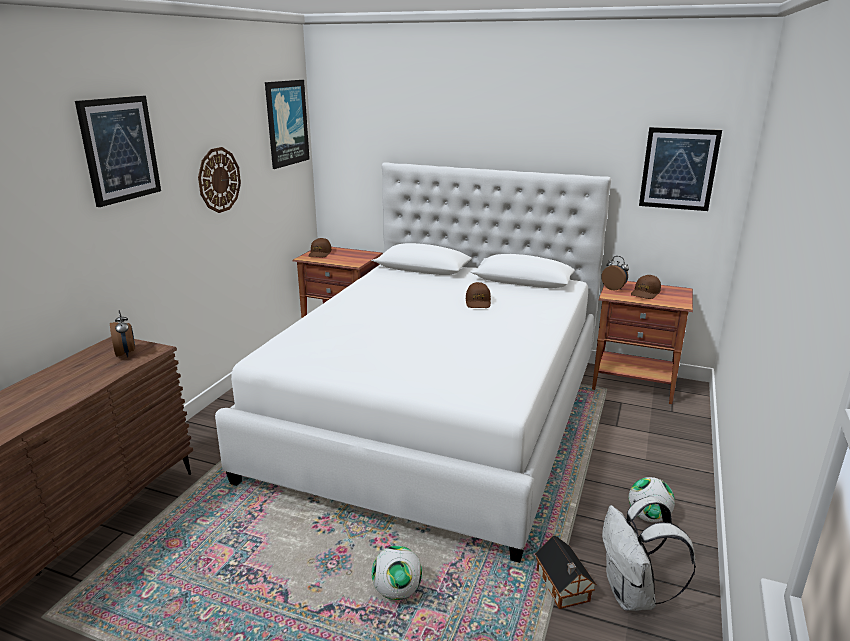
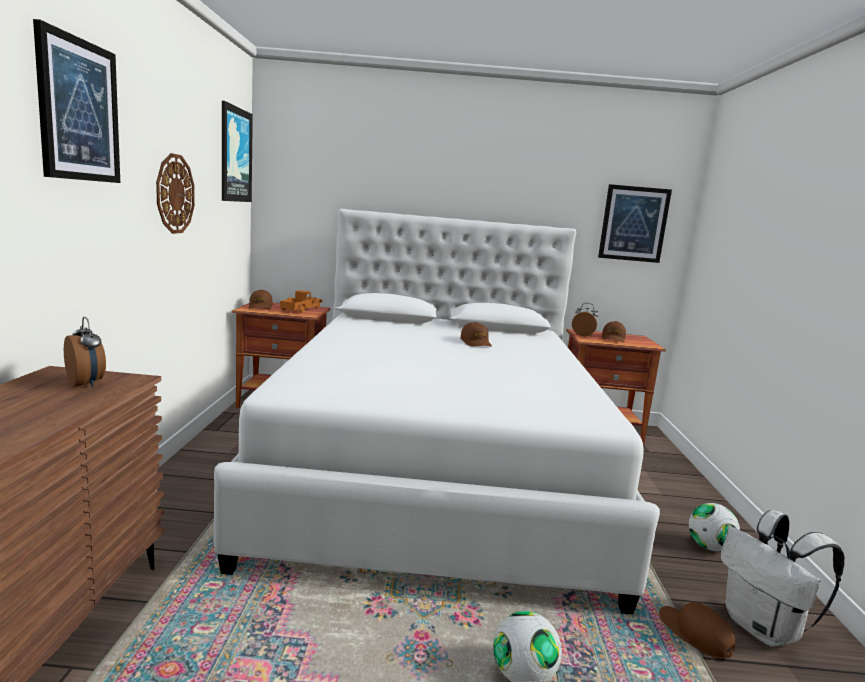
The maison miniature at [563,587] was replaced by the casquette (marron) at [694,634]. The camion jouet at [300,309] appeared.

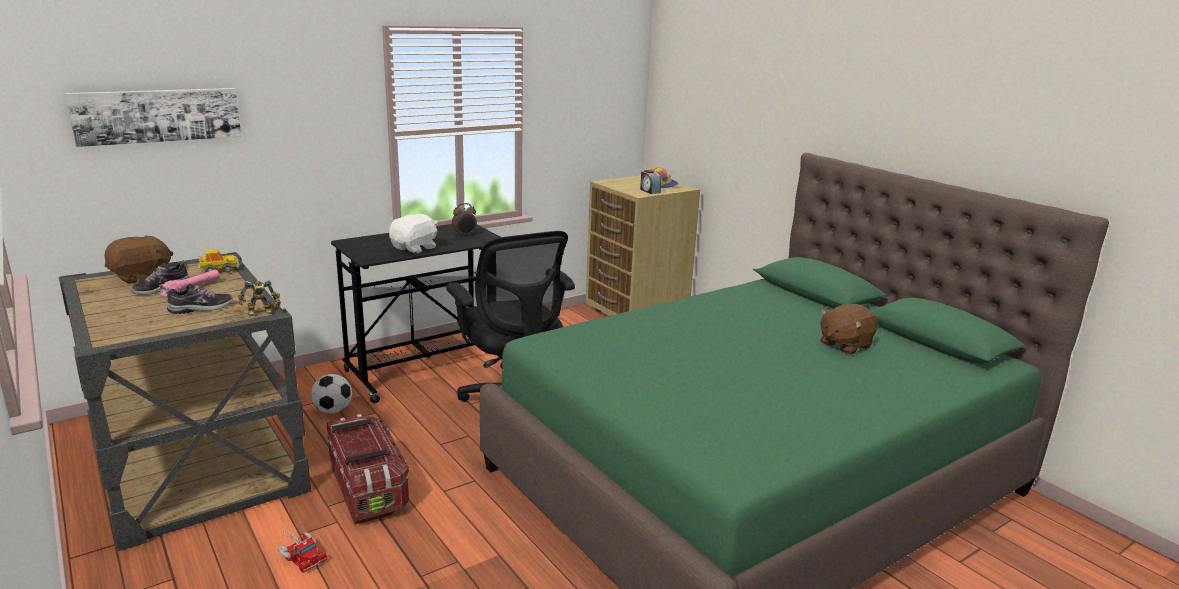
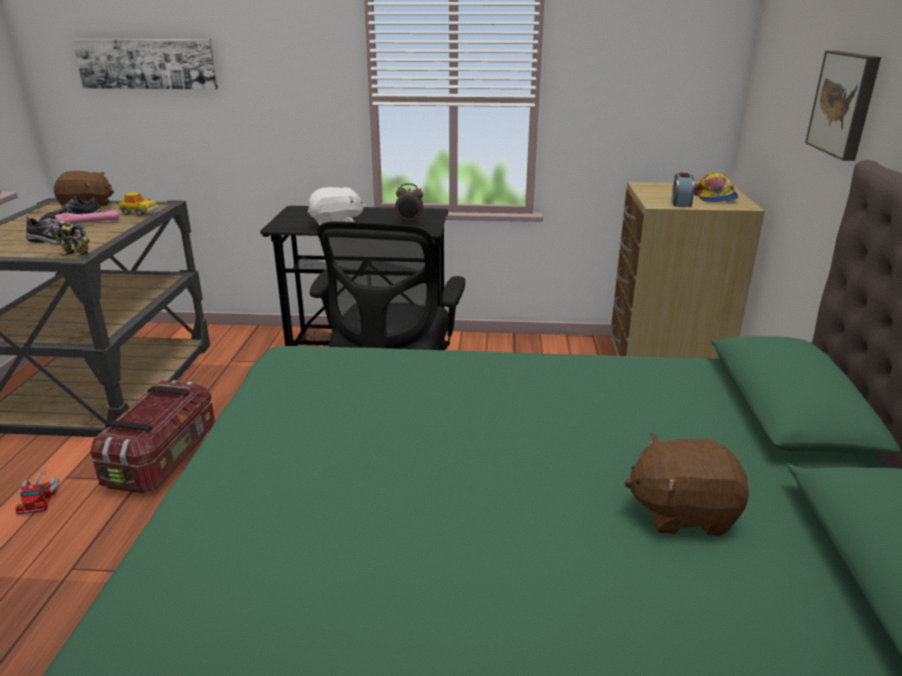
The ballon de foot at [333,411] disappeared. The tableau at [845,104] appeared.

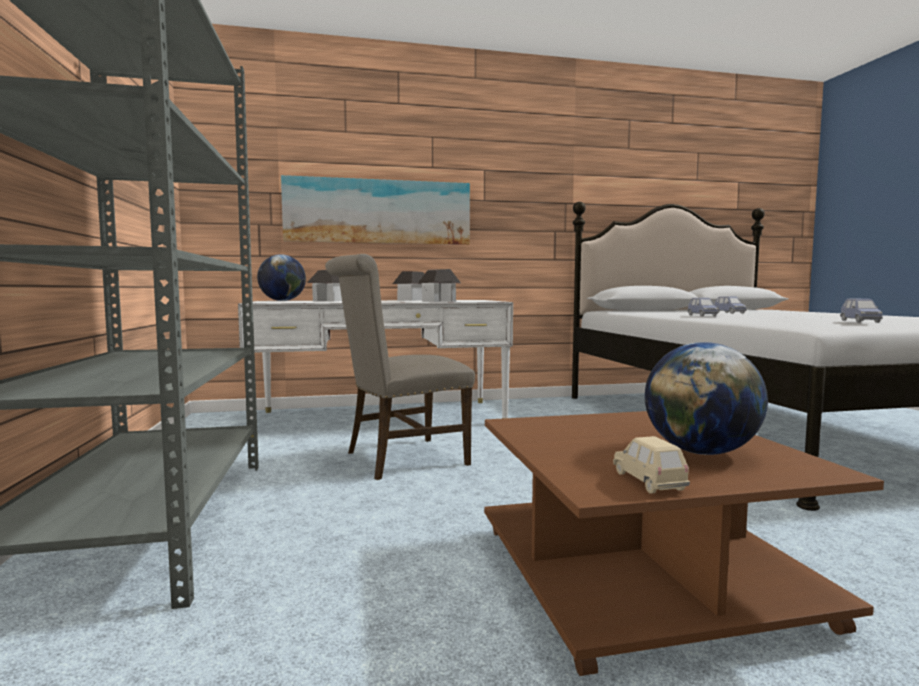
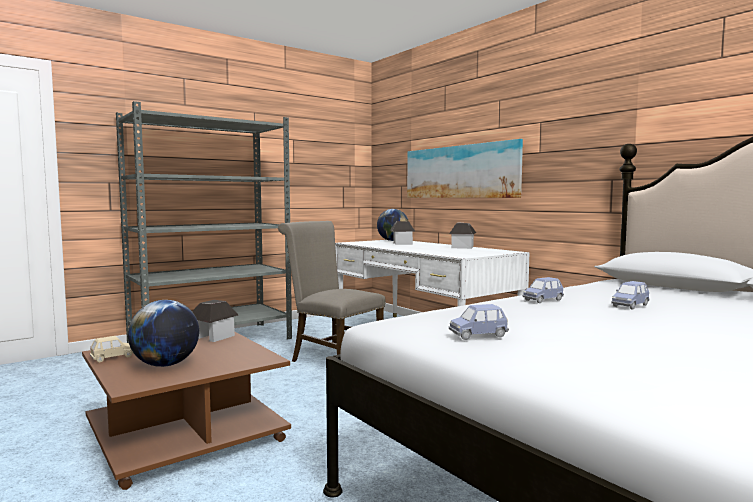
The maison miniature moved from [439,301] to [213,337].

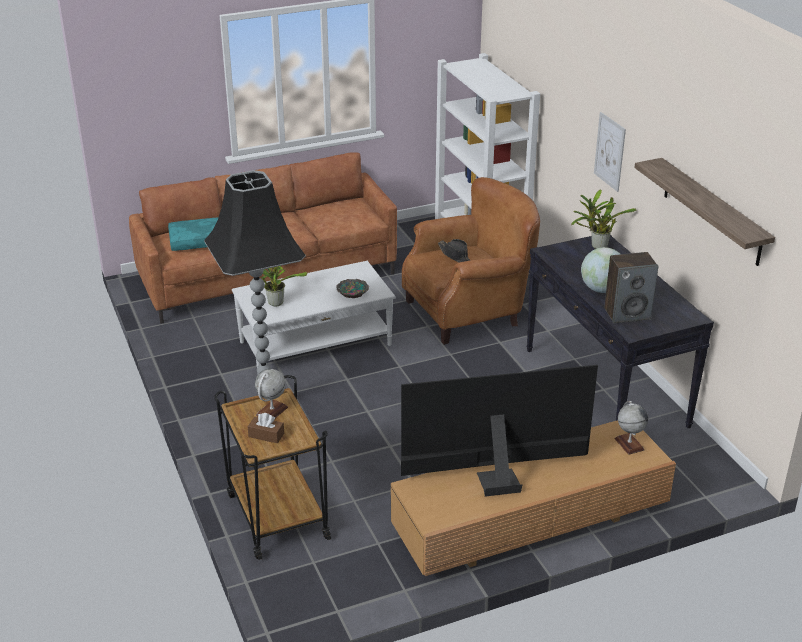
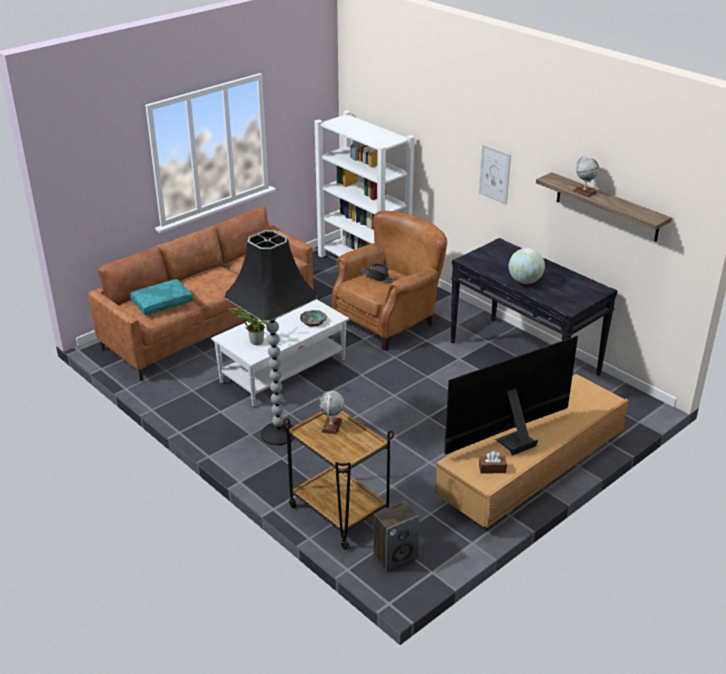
The boîte à mouchoirs (marron) moved from [266,435] to [492,469]. The plante en pot at [596,247] disappeared. The enceinte moved from [627,313] to [395,557]. The globe moved from [629,444] to [584,192].

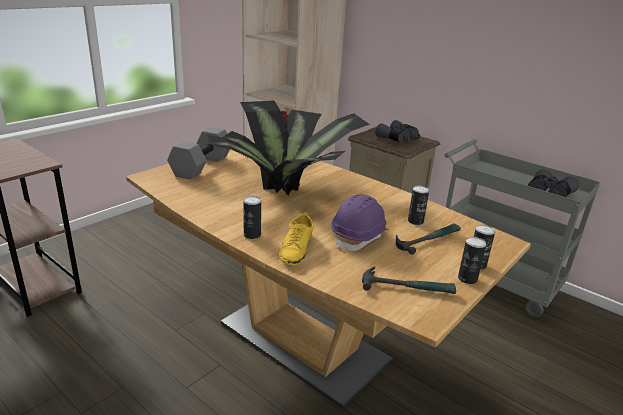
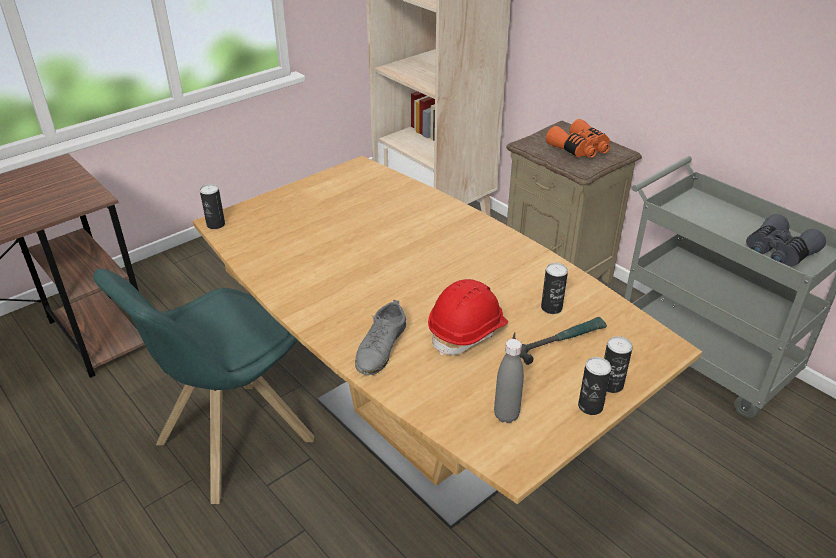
The haltère (gris) at [201,166] disappeared. The plante en pot at [286,183] disappeared. The boîte métallique moved from [252,235] to [216,224]. The chaussure (jaune) at [296,248] became the chaussure (gris) at [381,347]. The casque de chantier (violet) at [360,237] became the casque de chantier (rouge) at [468,332]. The marteau at [407,287] was replaced by the bouteille (gris) at [506,415]. The jumelles (gris) at [398,139] became the jumelles (orange) at [580,149]. The chaise (turquoise) at [233,441] appeared.

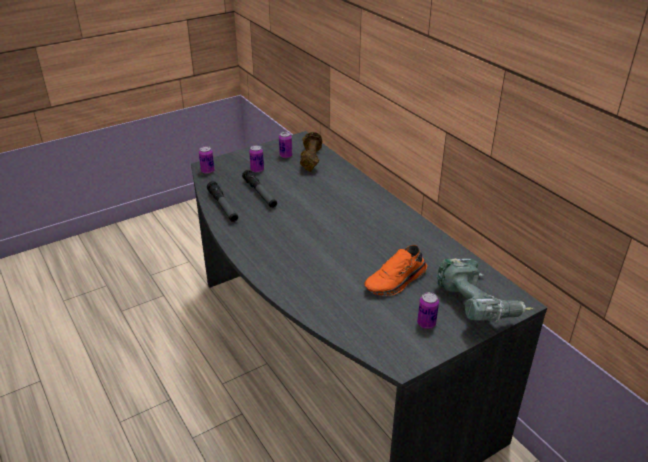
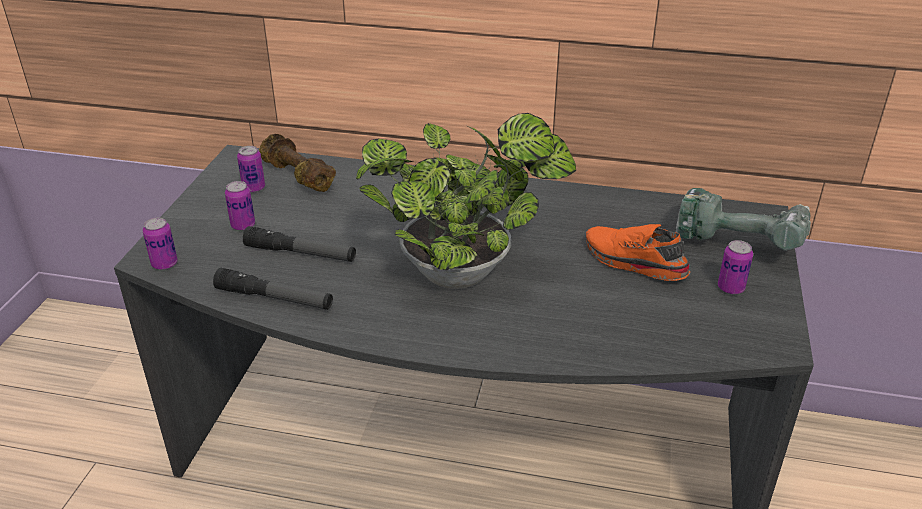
The chaussure (orange) at [396,281] turned 120 degrees clockwise. The plante en pot at [464,272] appeared.

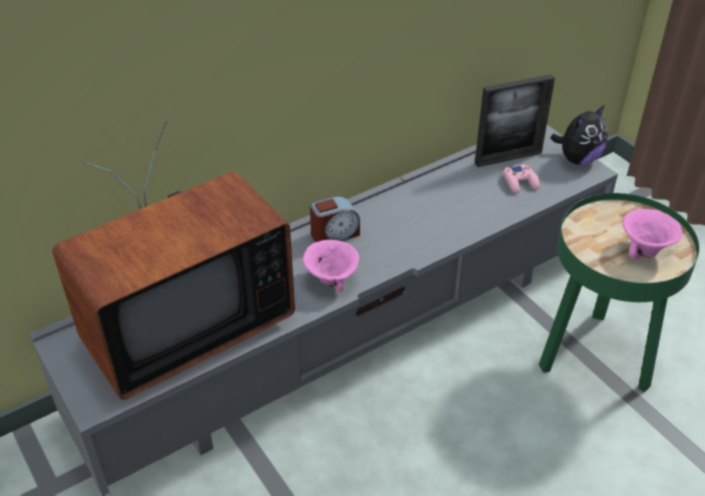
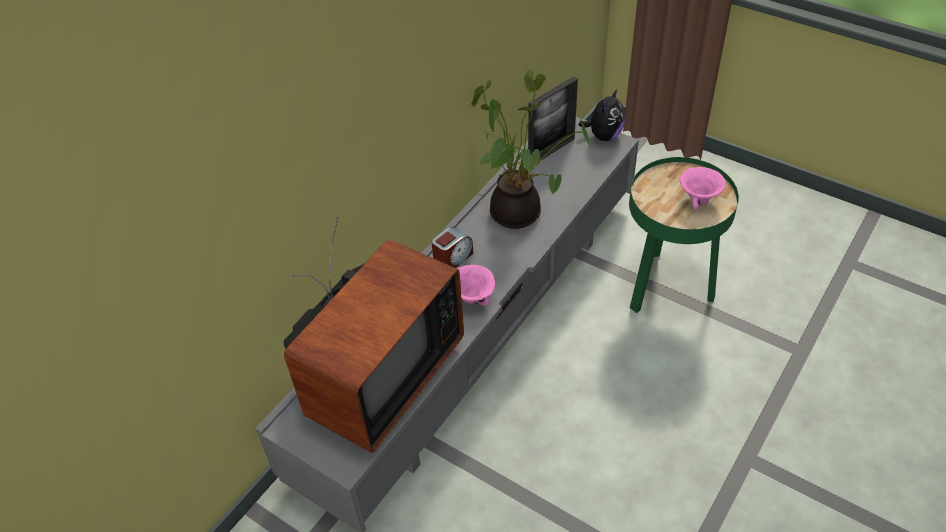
The manette (rose) at [520,182] disappeared. The plante en pot at [520,212] appeared.

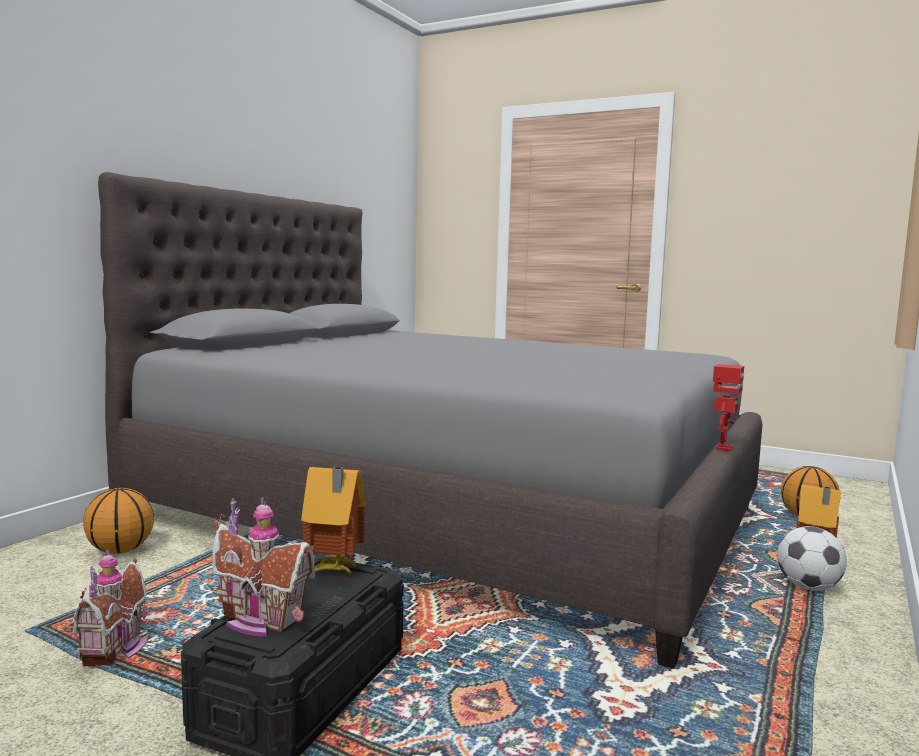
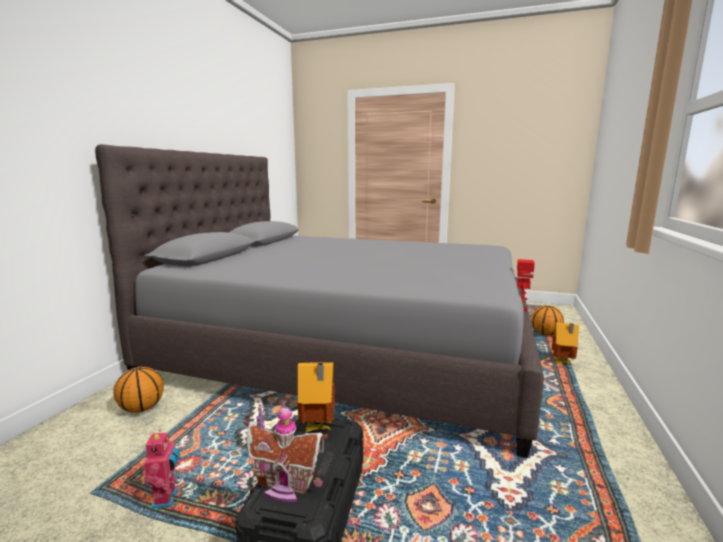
The maison miniature at [119,650] was replaced by the robot jouet at [167,500]. The ballon de foot at [808,587] disappeared.

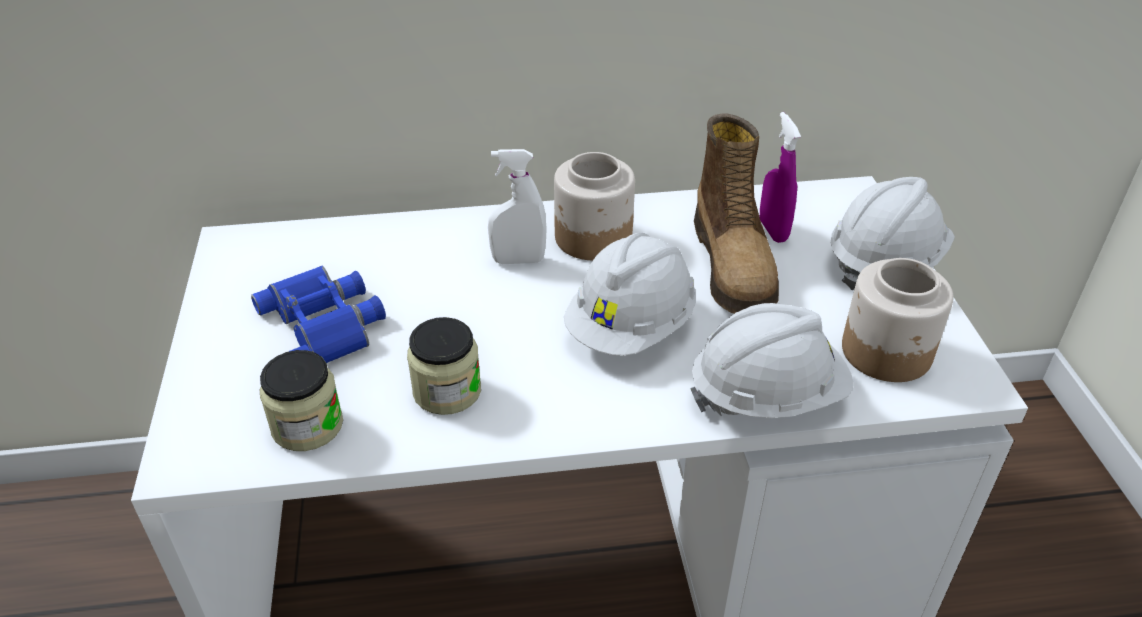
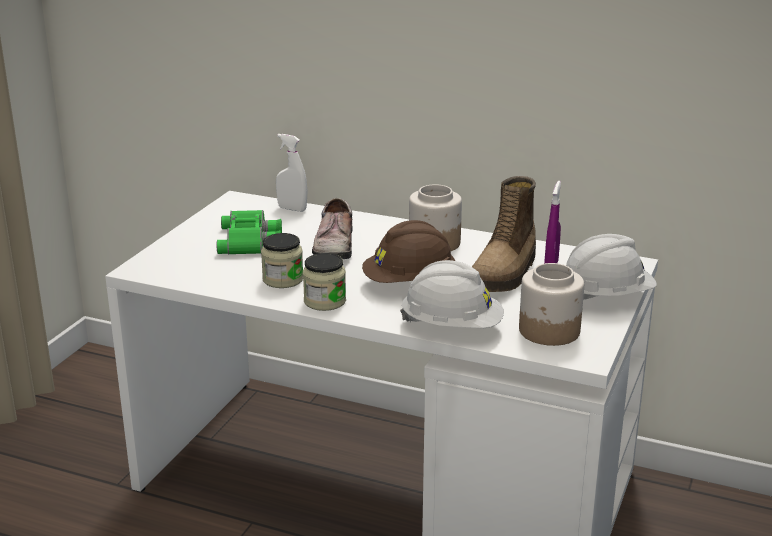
The jumelles (bleu) at [326,323] became the jumelles (vert) at [251,240]. The bocal moved from [307,426] to [325,301]. The vaporisateur (blanc) moved from [518,260] to [292,209]. The casque de chantier (blanc) at [631,328] became the casque de chantier (marron) at [409,283]. The chaussure at [332,244] appeared.

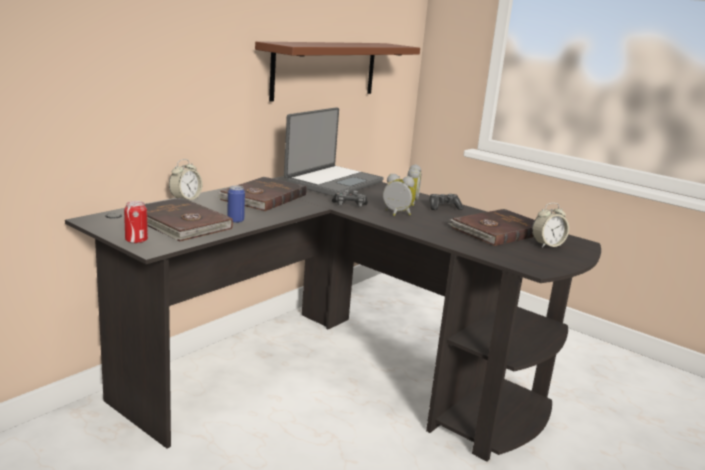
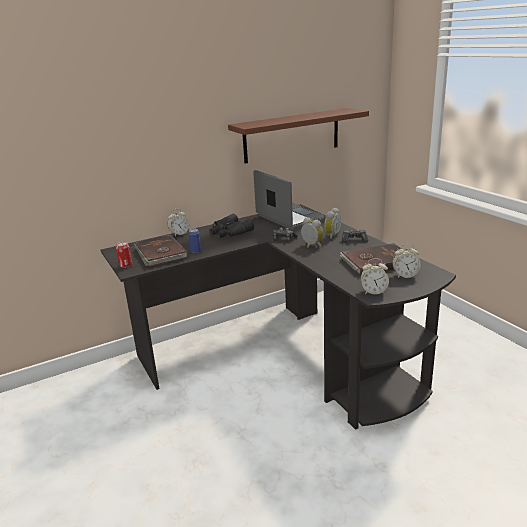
The livre (marron) at [262,197] was replaced by the jumelles (noir) at [229,232]. The ordinateur portable at [333,182] turned 90 degrees counterclockwise. The réveil at [373,292] appeared.

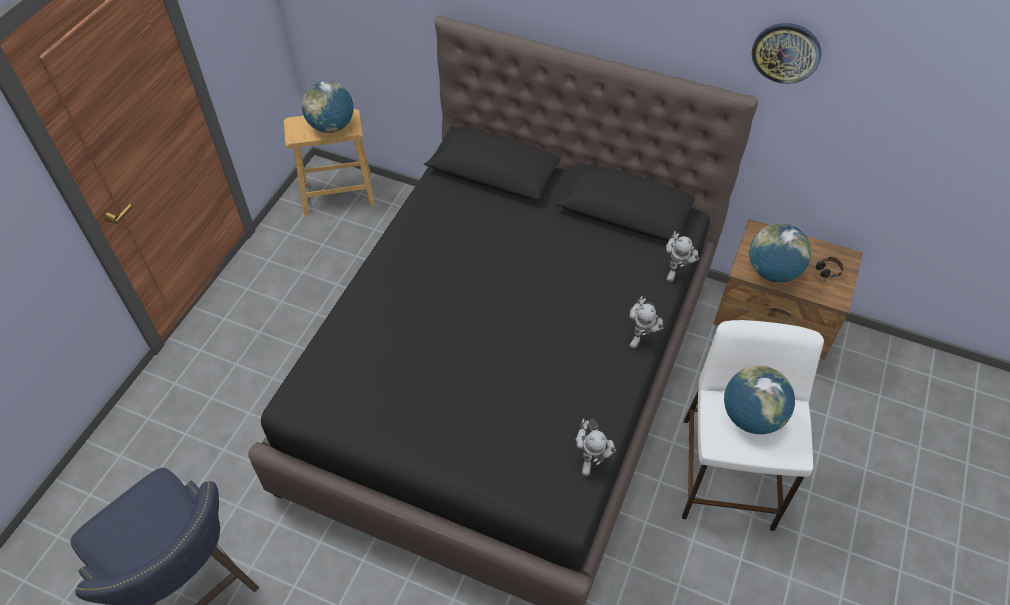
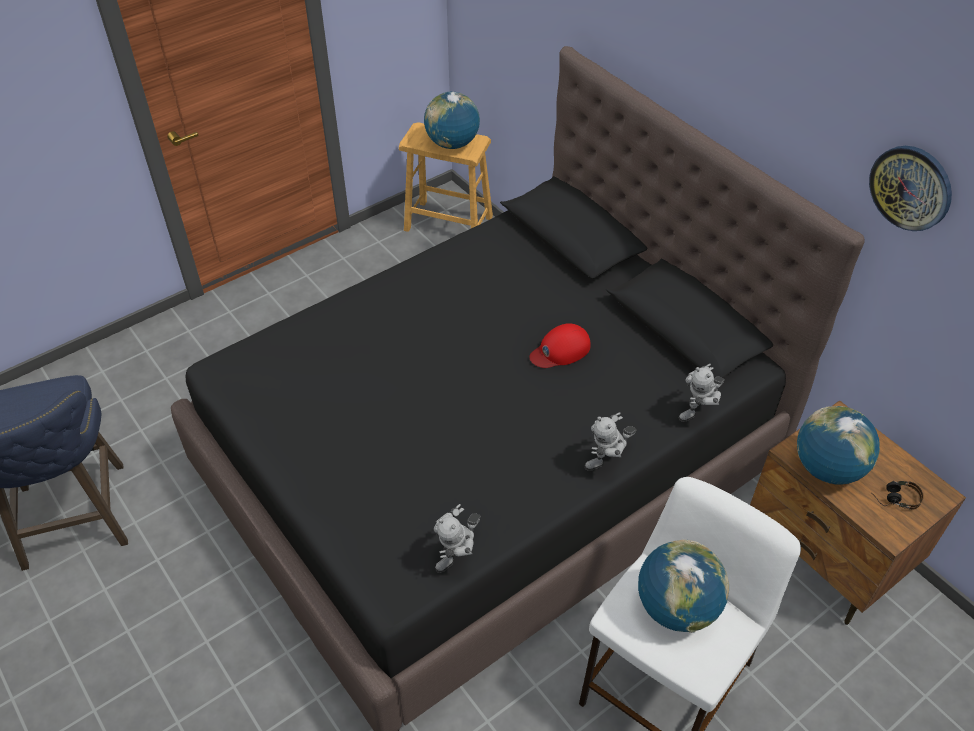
The casquette (rouge) at [560,350] appeared.

